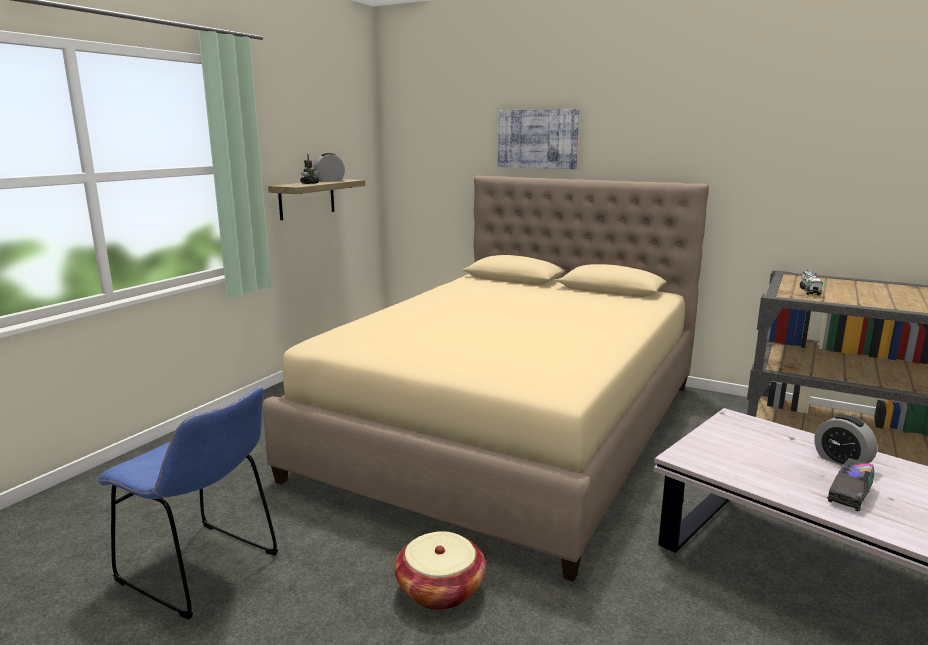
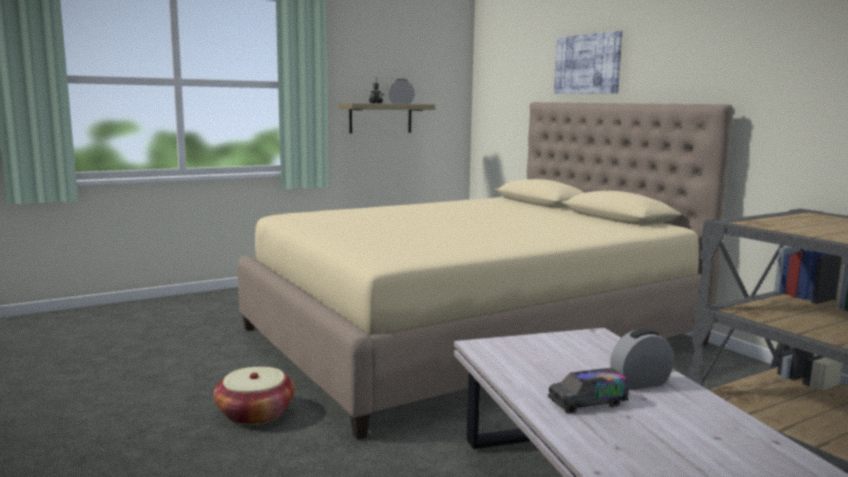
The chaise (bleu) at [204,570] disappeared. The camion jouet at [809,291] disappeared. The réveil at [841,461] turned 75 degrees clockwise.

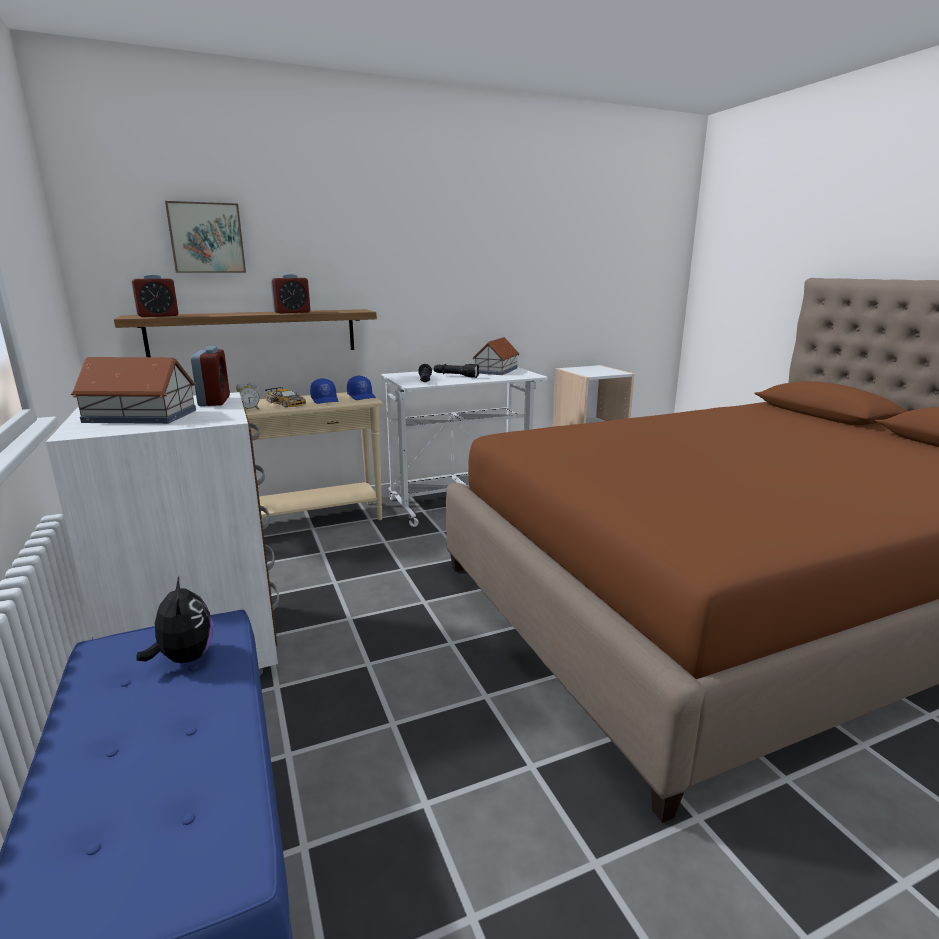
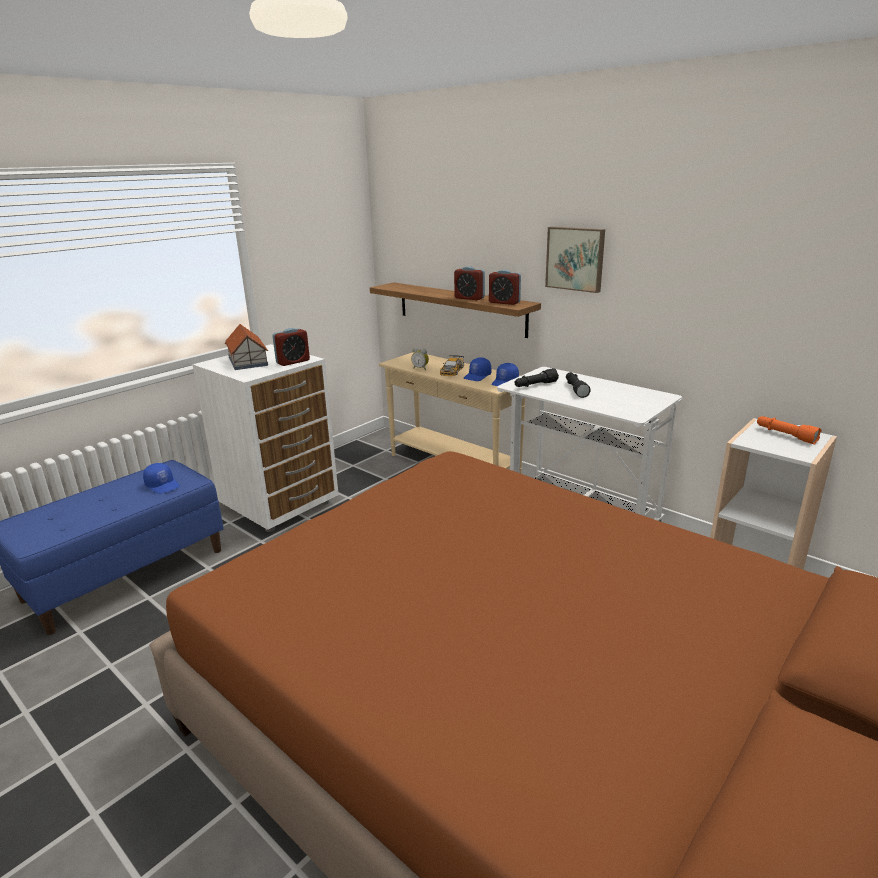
The réveil moved from [158,316] to [504,302]. The peluche at [184,658] was replaced by the casquette (bleu) at [163,485]. The tableau moved from [207,238] to [575,258]. The maison miniature at [495,370] disappeared. The lampe de poche (orange) at [785,435] appeared.

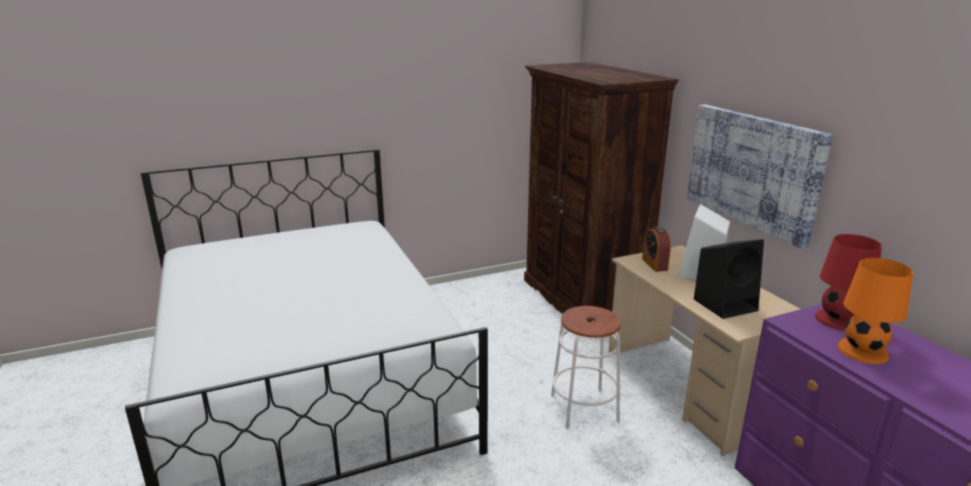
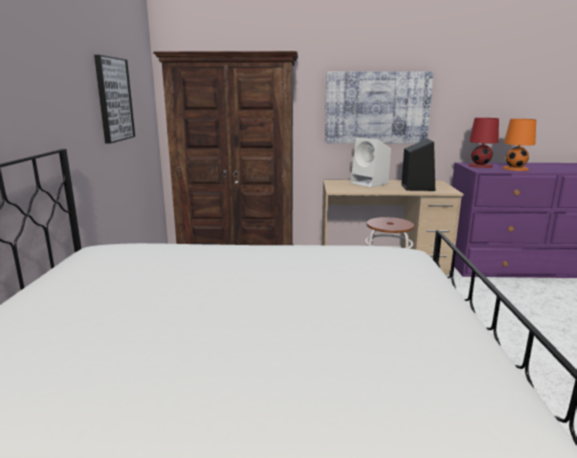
The réveil at [654,264] disappeared. The tableau at [114,99] appeared.

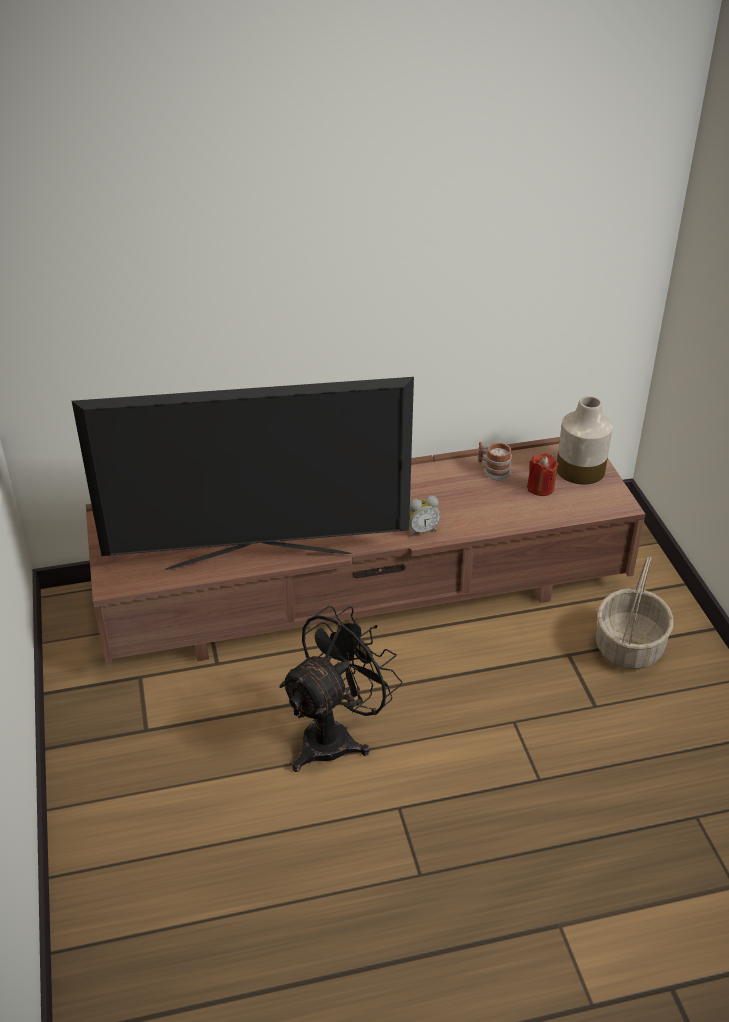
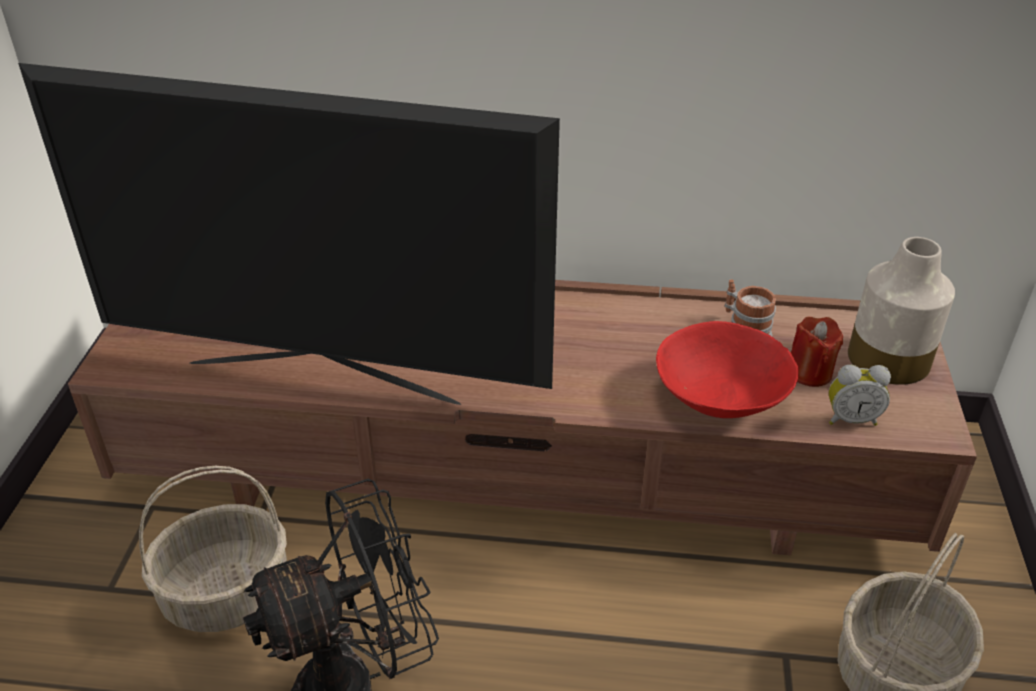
The réveil moved from [421,530] to [850,418]. The panier at [228,593] appeared. The bol (rouge) at [720,397] appeared.

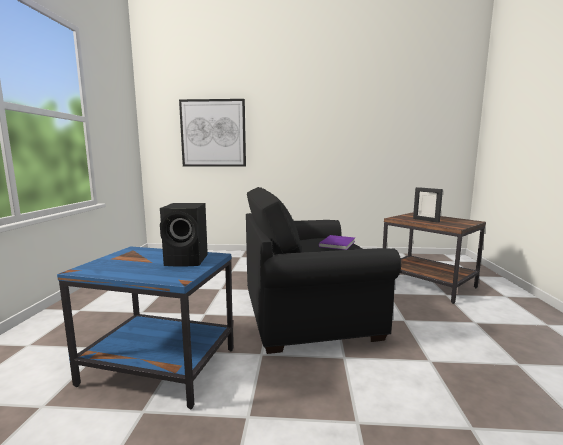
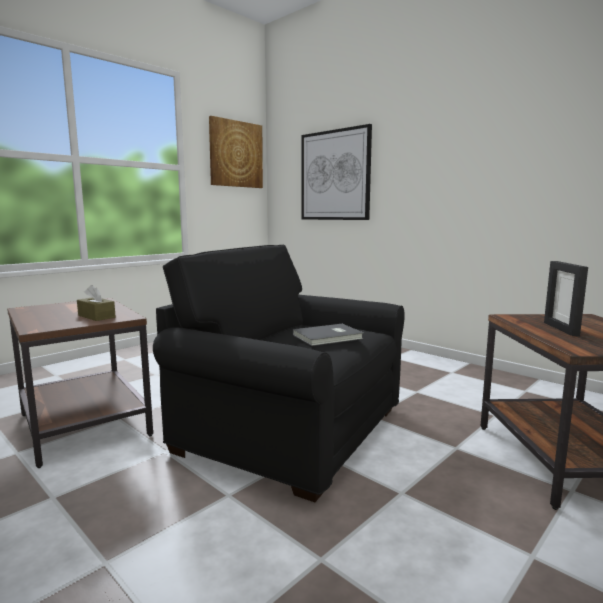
The table d'appoint (bleu) at [161,366] became the table d'appoint (marron) at [86,425]. The enceinte (noir) at [188,260] was replaced by the boîte à mouchoirs (marron) at [96,316]. The livre (violet) at [338,244] became the livre (gris) at [329,337]. The tableau at [236,154] appeared.

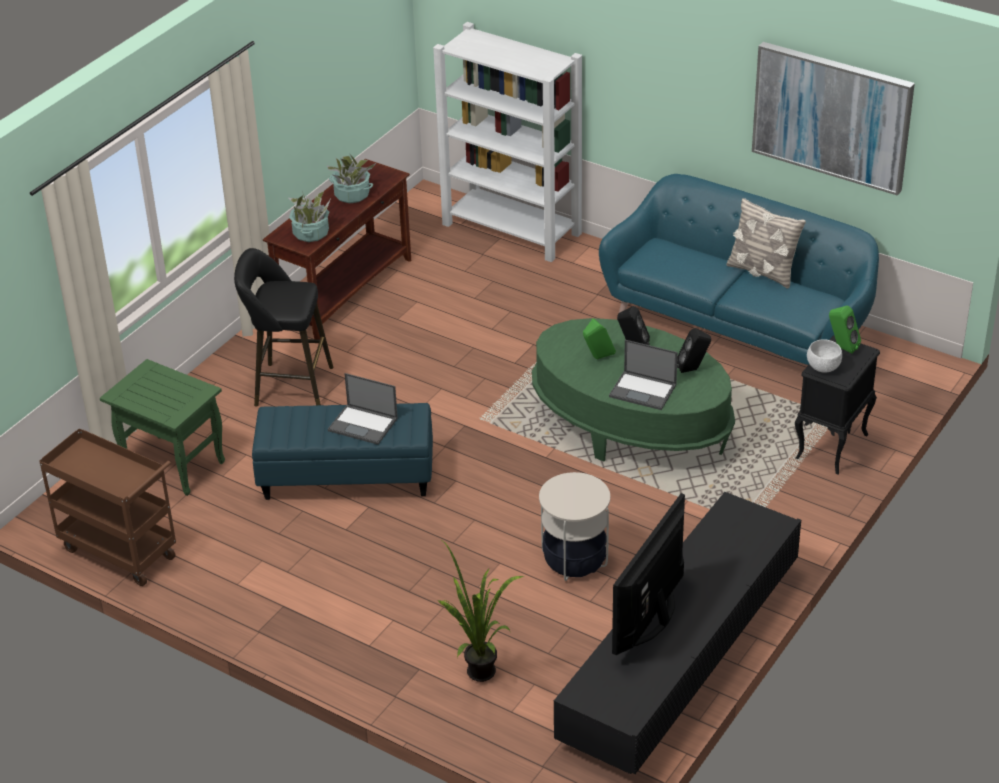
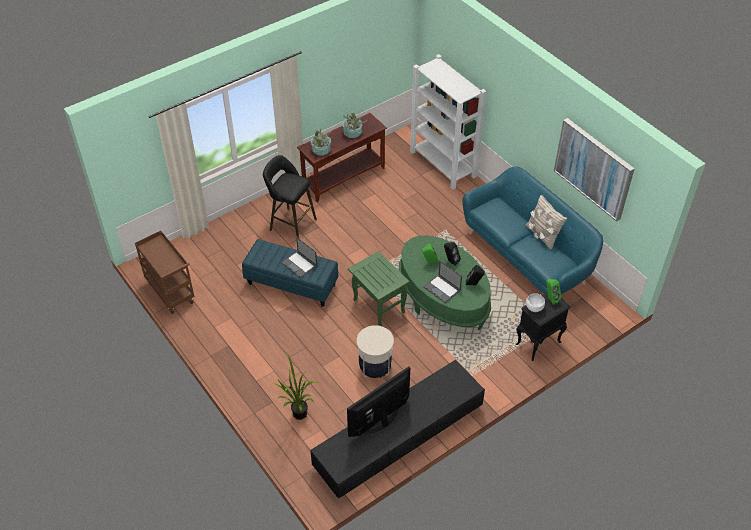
The table d'appoint (vert) moved from [171,465] to [377,306].

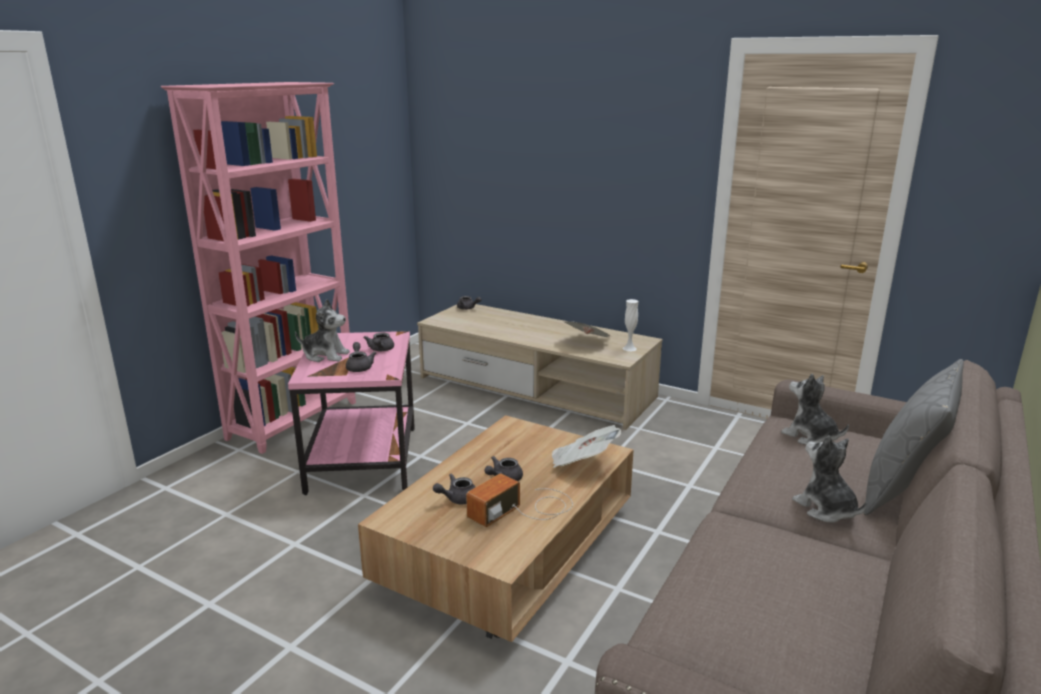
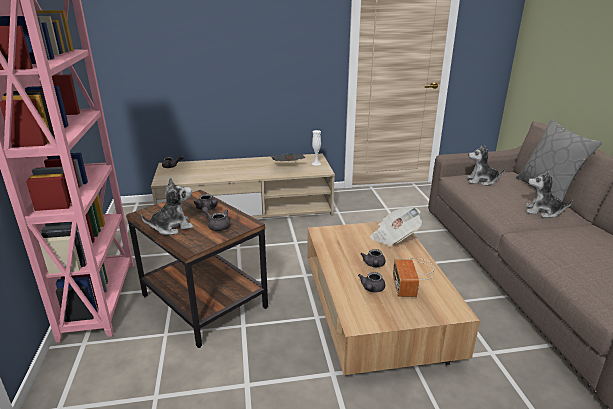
The table d'appoint (rose) at [361,459] became the table d'appoint (marron) at [203,302].

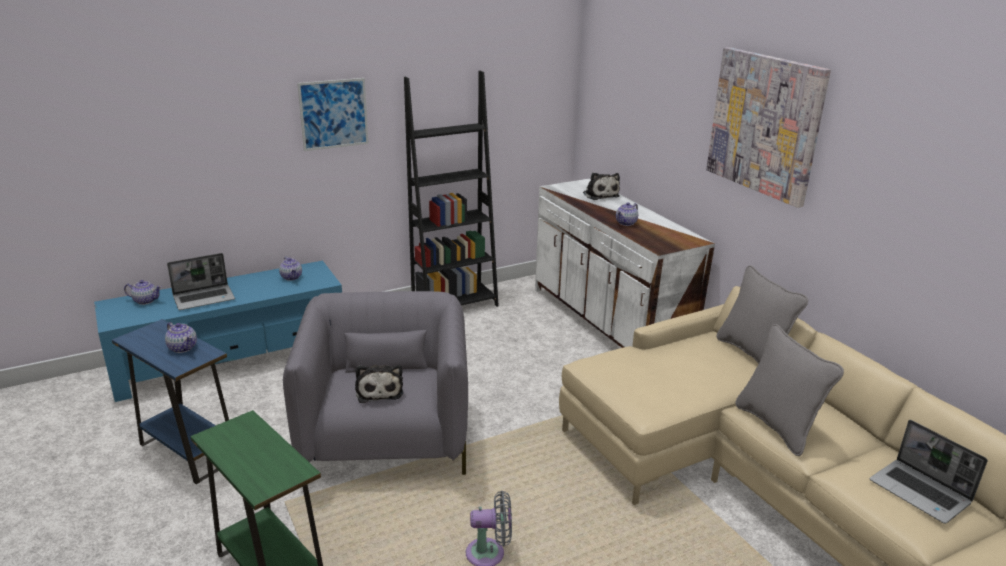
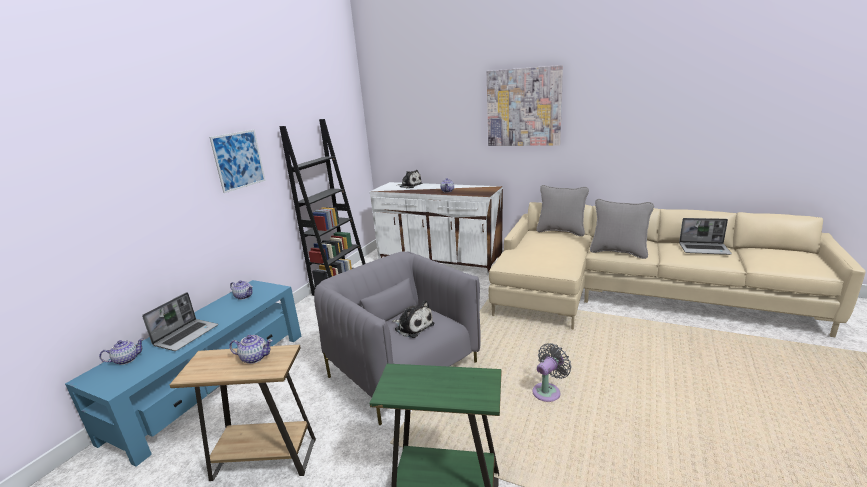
The table d'appoint (bleu) at [189,452] became the table d'appoint (marron) at [264,459].

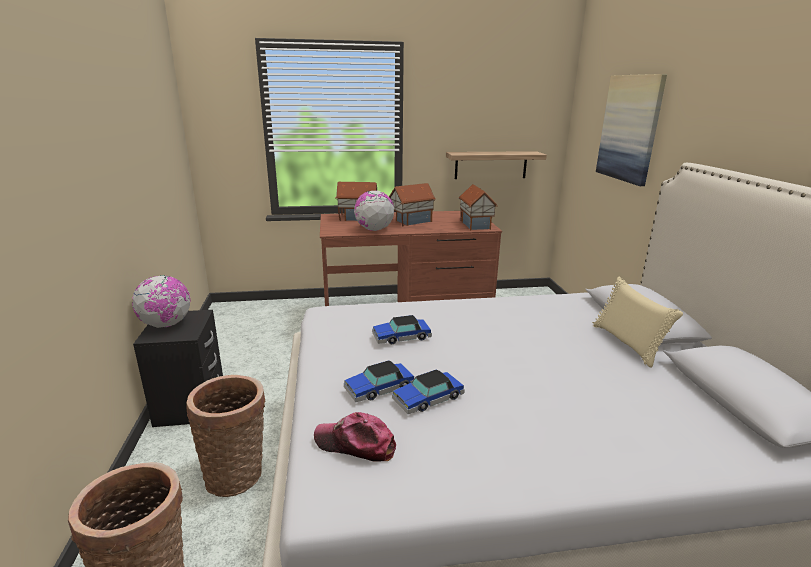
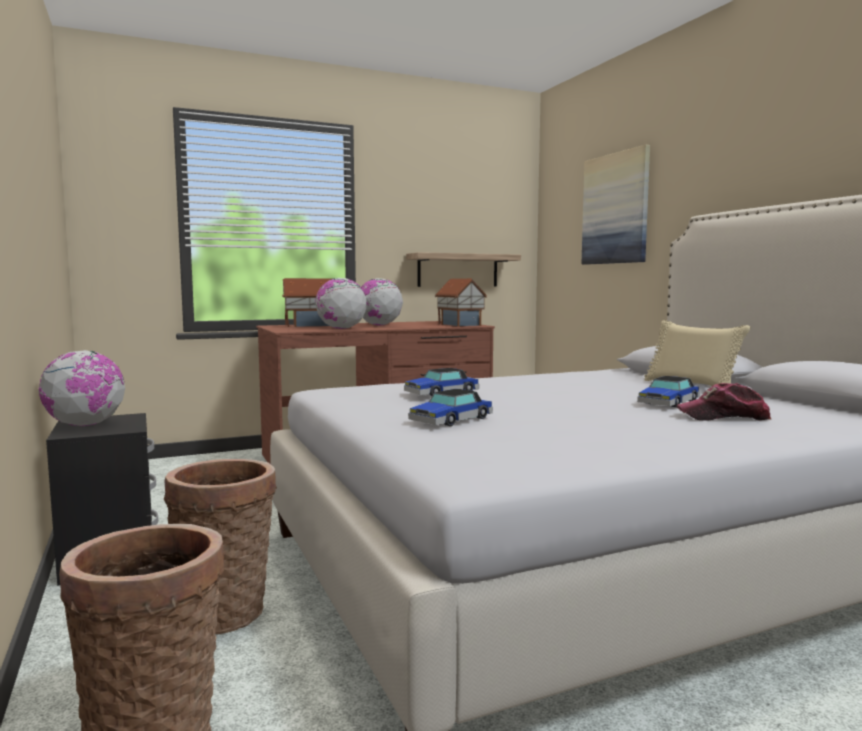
The casquette moved from [355,444] to [724,417]. The maison miniature at [410,221] was replaced by the globe at [379,325]. The petite voiture moved from [428,398] to [668,403].

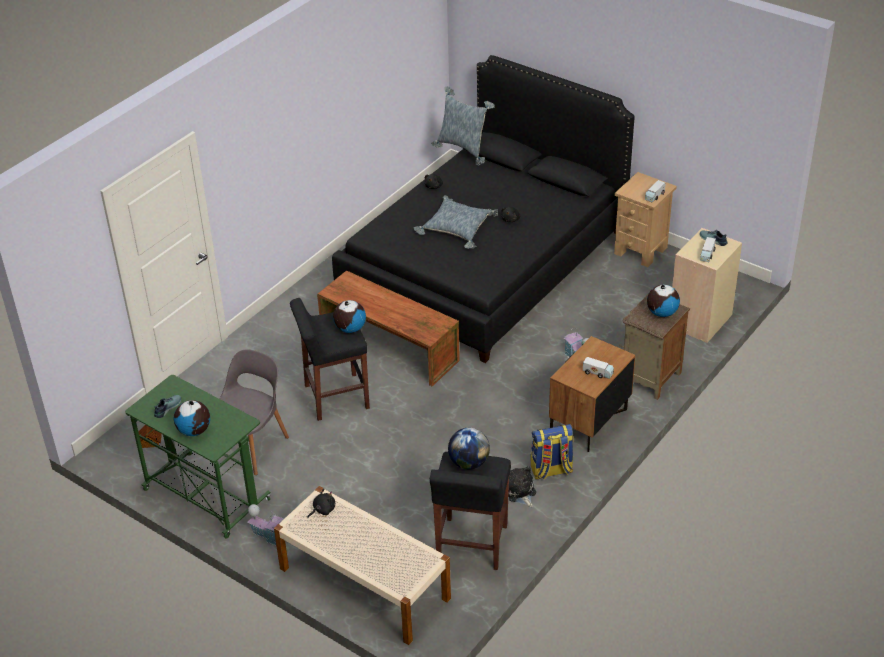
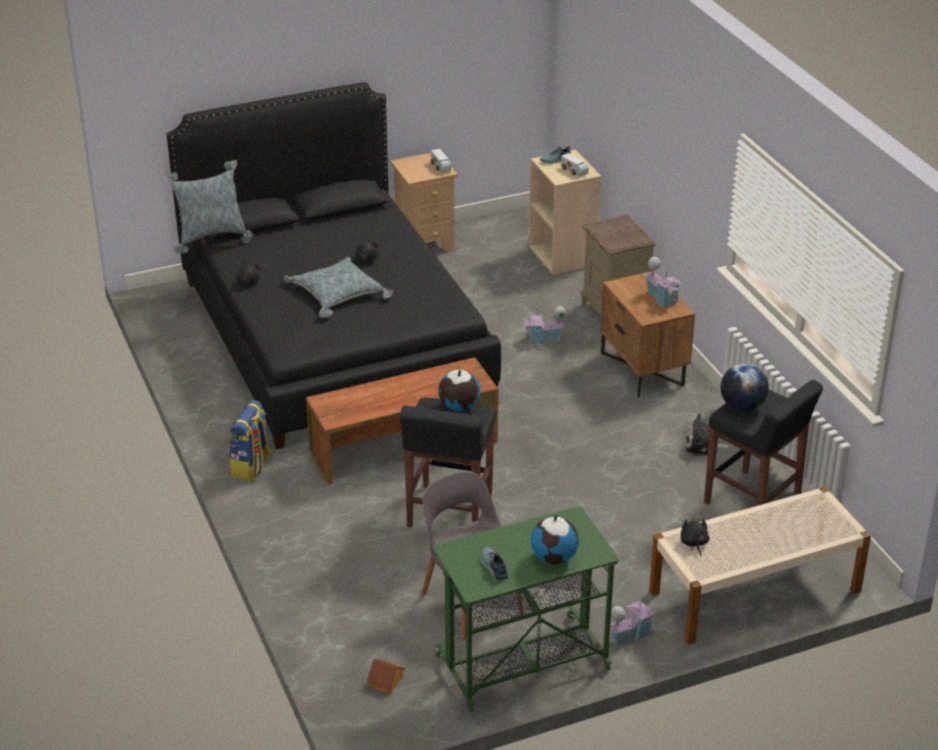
The sac à dos moved from [551,470] to [252,466]. The camion jouet at [598,373] was replaced by the maison miniature at [661,298]. The globe at [661,313] disappeared.

